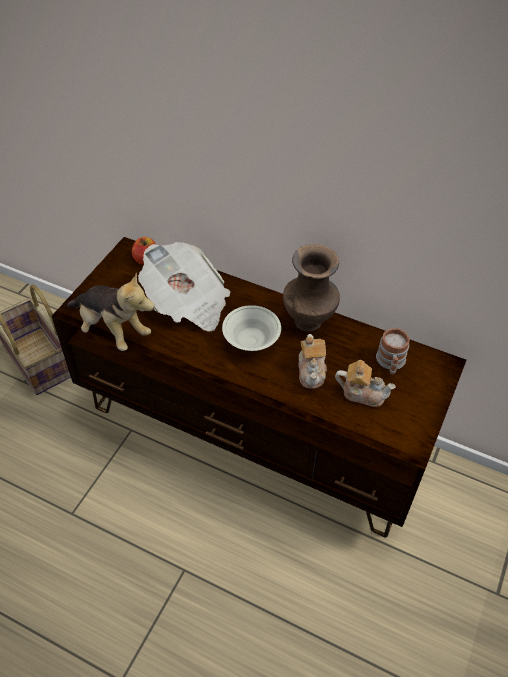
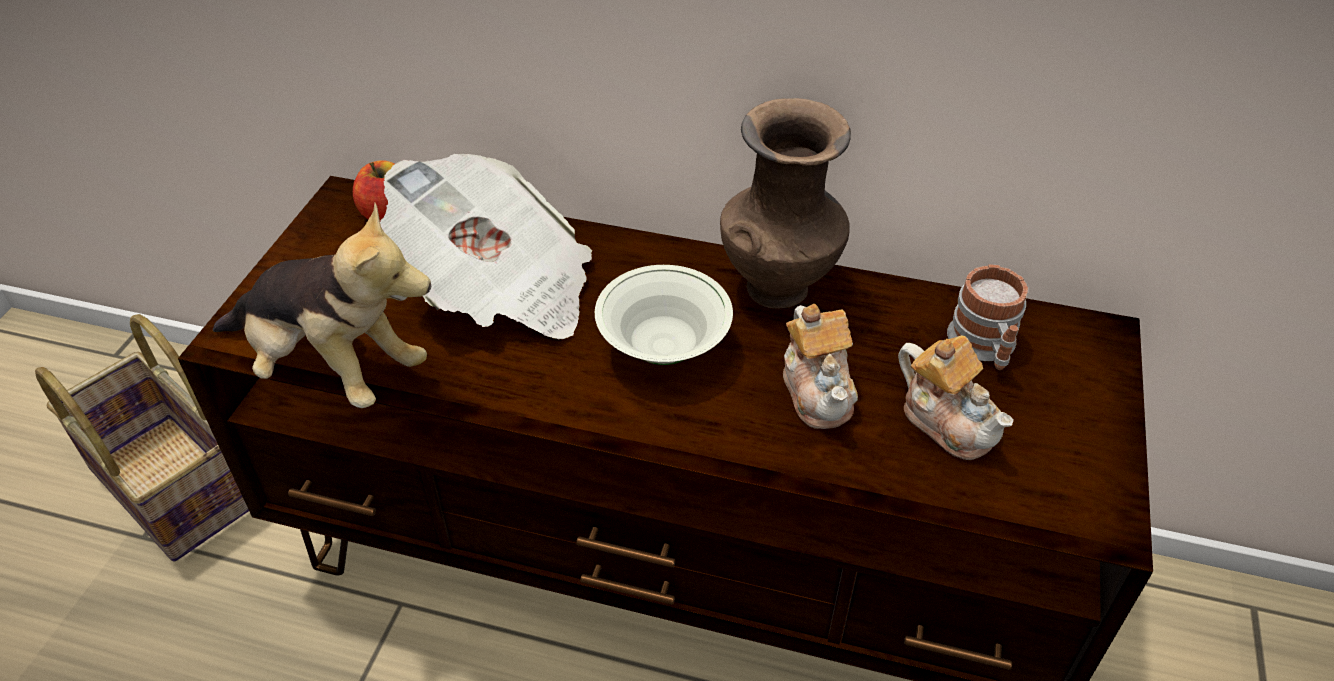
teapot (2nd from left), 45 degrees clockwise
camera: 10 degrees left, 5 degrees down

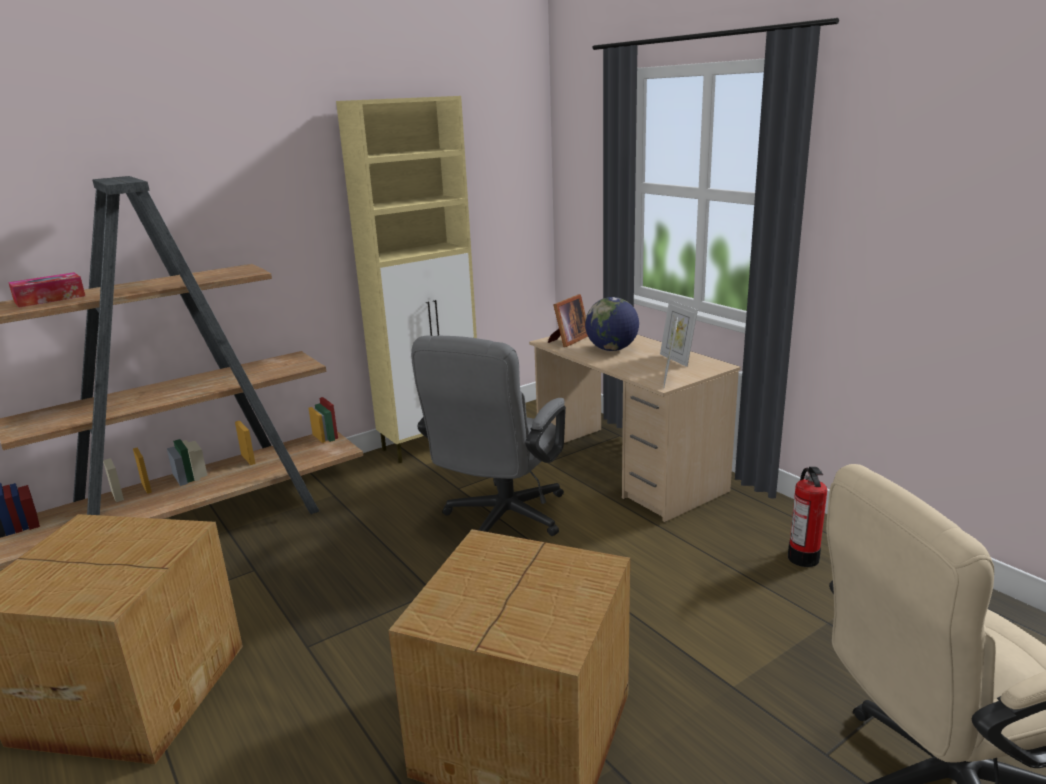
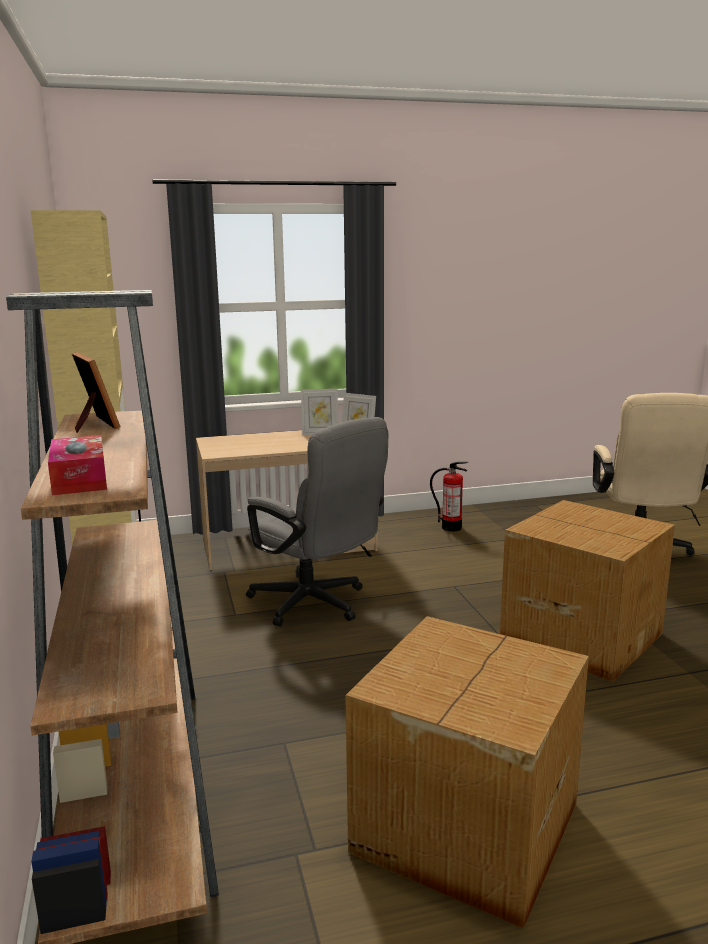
picture frame (1st from left), move
world globe => nothing
camera: 70 degrees left, 5 degrees down

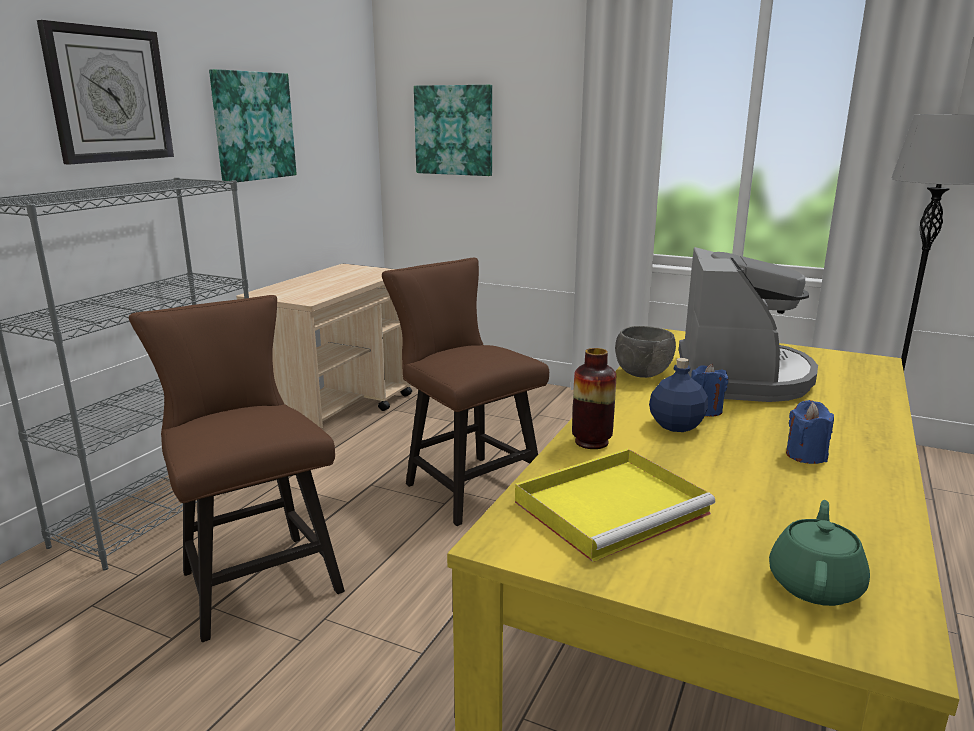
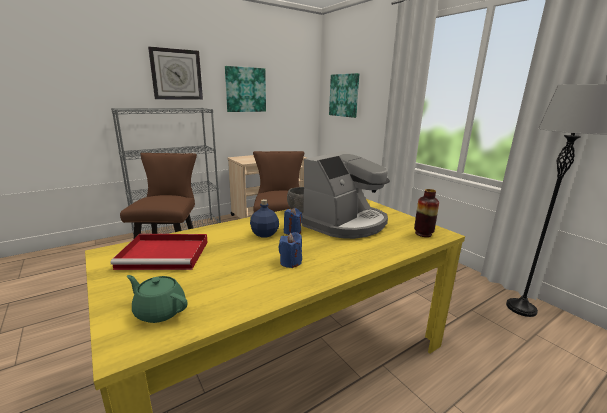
vase, move
yellow-coloured tray => red tray
greenish teapot, 120 degrees counterclockwise
camera: 30 degrees right, 0 degrees up

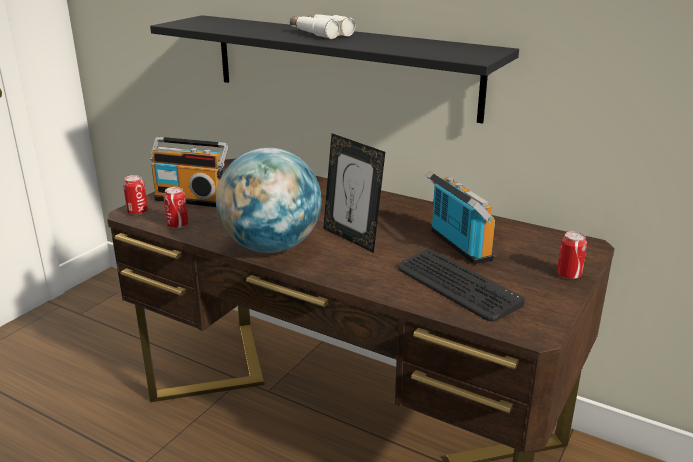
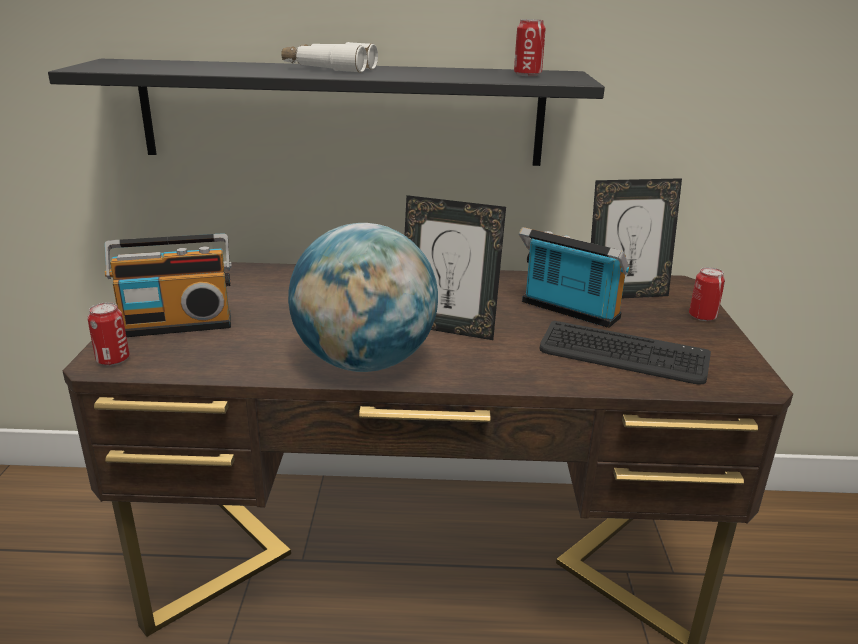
metal can (2nd from left), move
nothing => picture frame (2nd from left)
camera: 30 degrees left, 0 degrees up

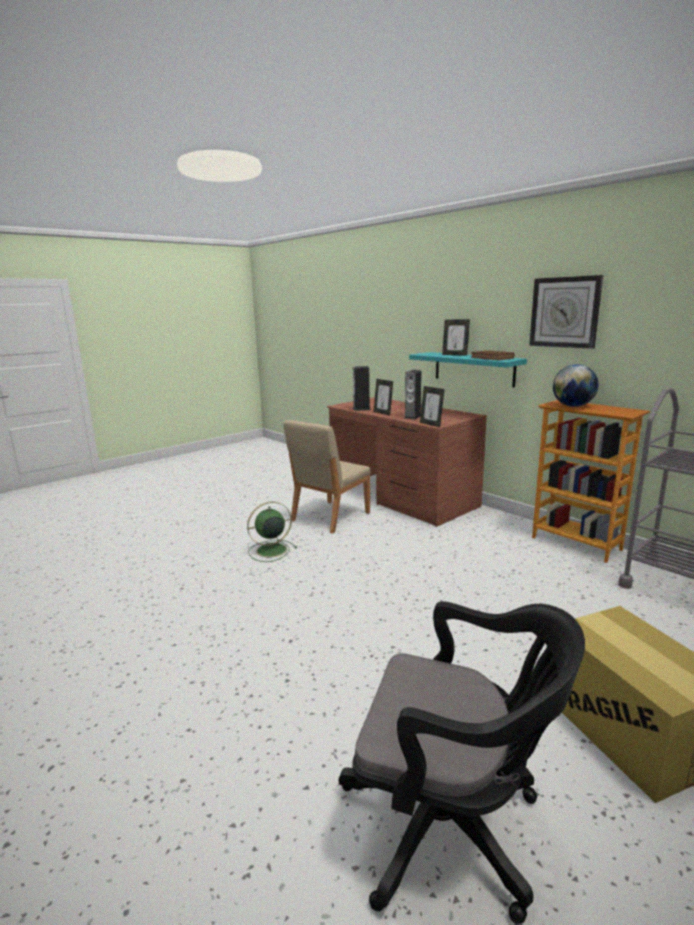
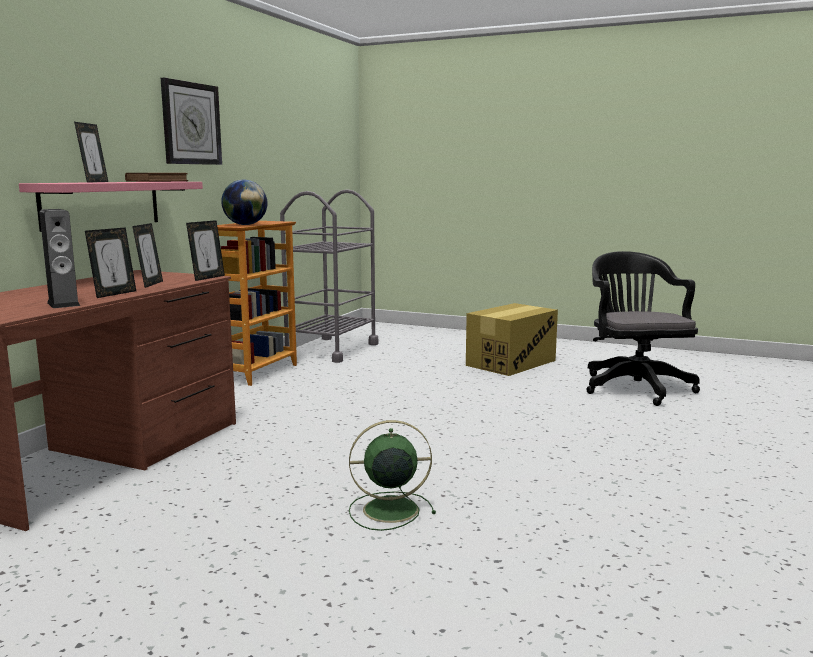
blue-green wall shelf => pink wall shelf
speaker (2nd from left) => picture frame (3rd from left)
sand-coloured upright chair => nothing
greenish fan, 135 degrees clockwise
camera: 115 degrees left, 5 degrees down

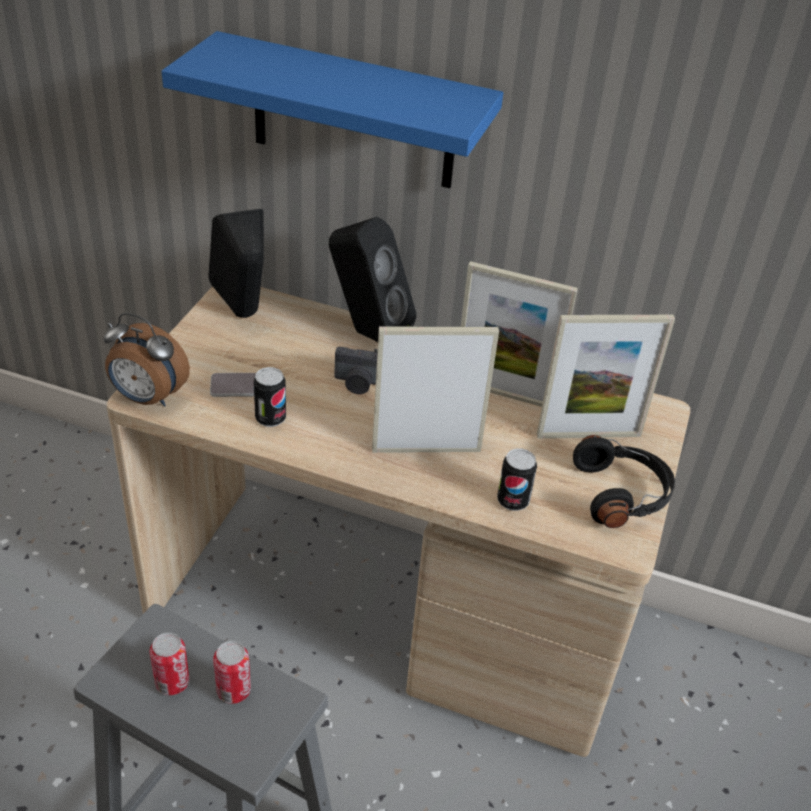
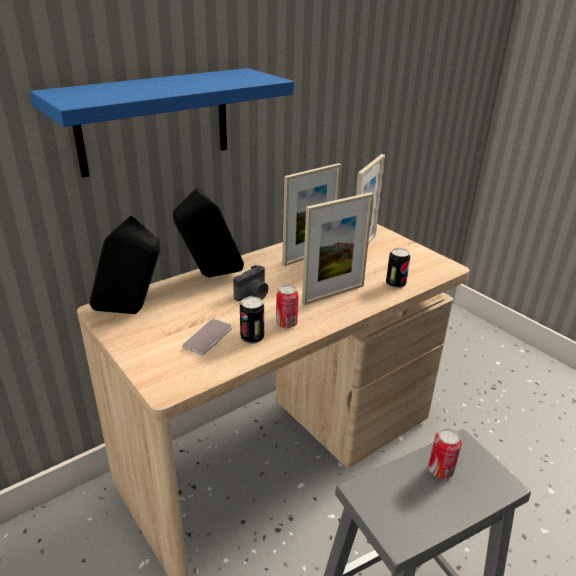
table clock => nothing
picture frame (1st from left in the first image) => picture frame (2nd from left), 150 degrees counterclockwise
blackish pair of headphones => nothing
metal can (1st from left in the first image) => metal can (2nd from left), move
camera: 55 degrees left, 10 degrees down

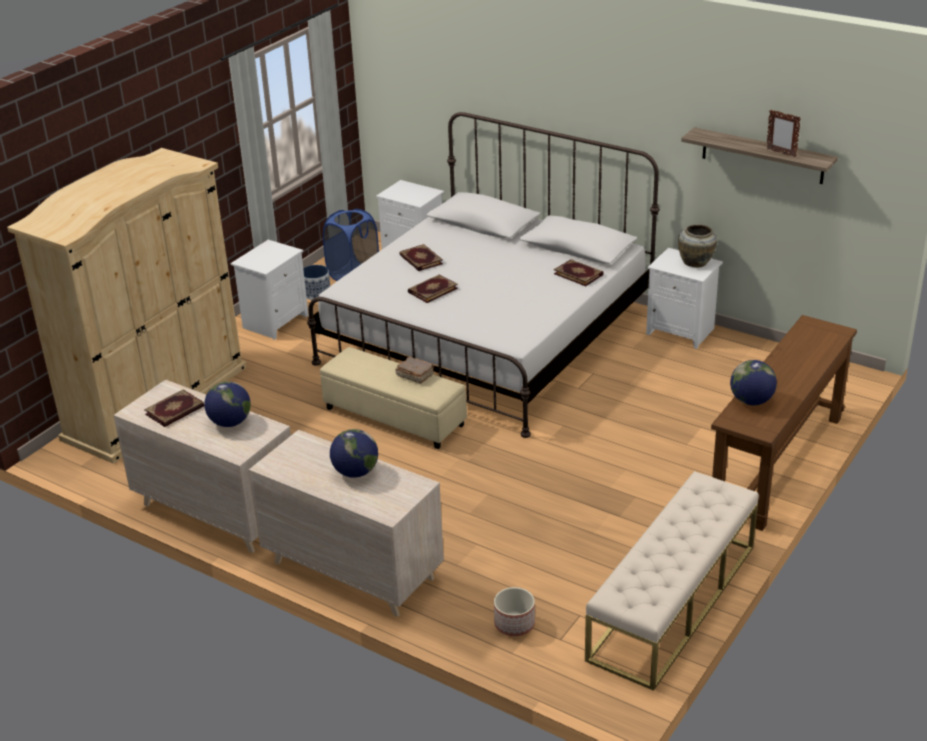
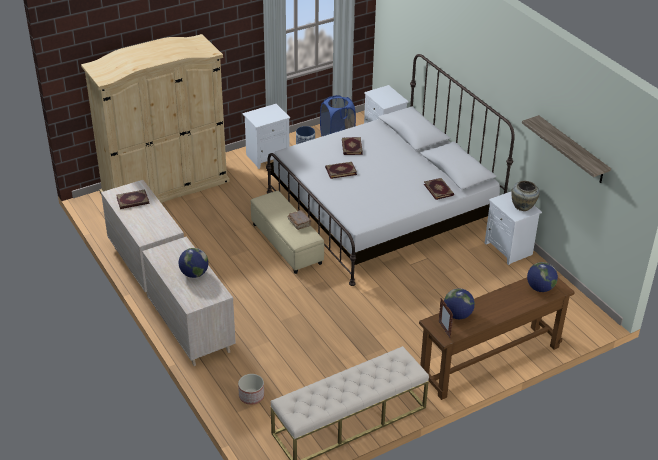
picture frame, move
world globe (1st from left in the first image) => world globe (3rd from left), move
camera: 25 degrees right, 5 degrees up

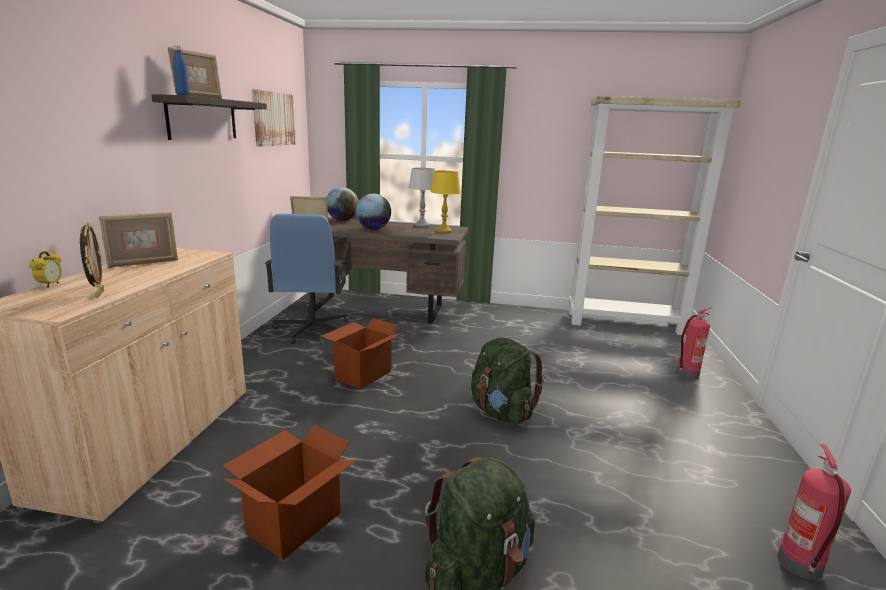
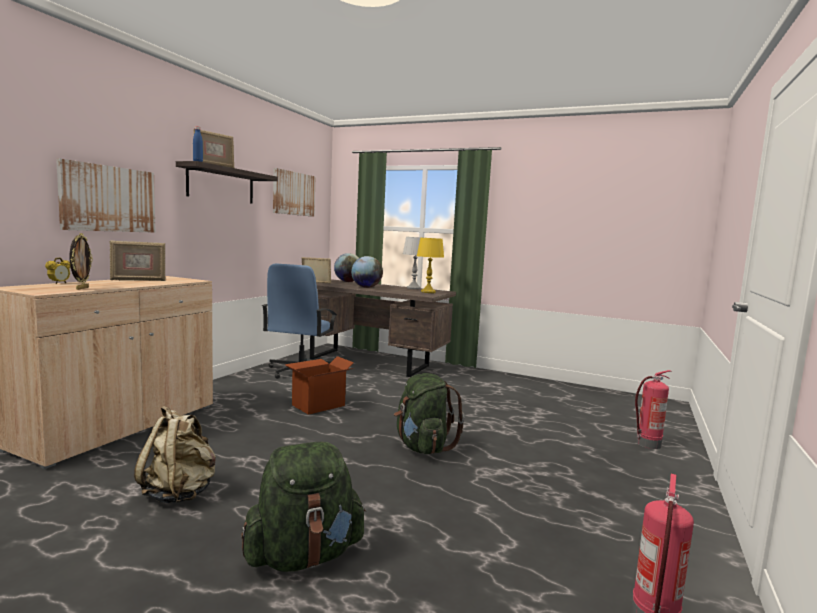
sand-coloured bookshelf => nothing
packing box (1st from left) => sand-coloured knapsack
nothing => wall art (1st from left)
camera: 15 degrees right, 10 degrees down

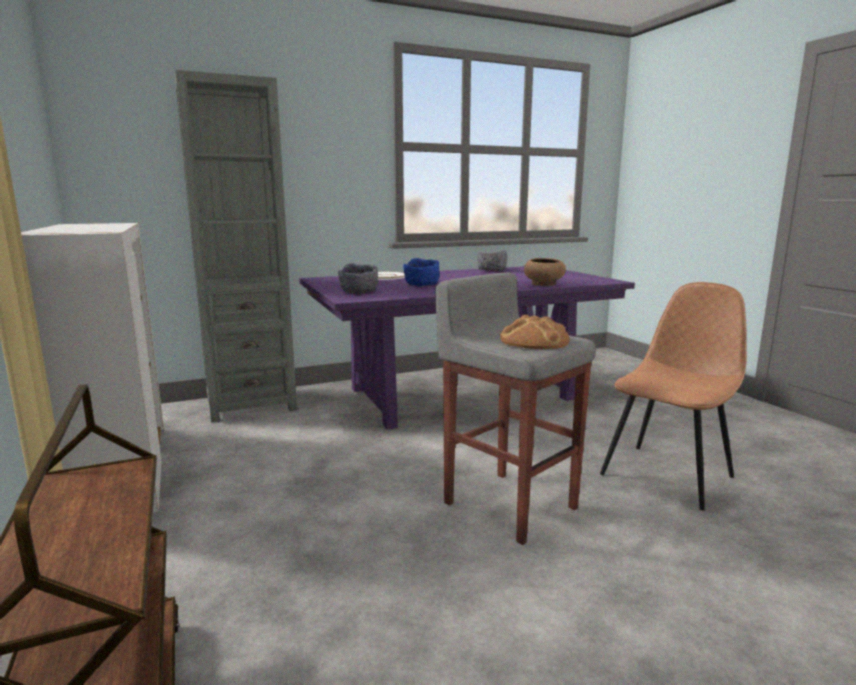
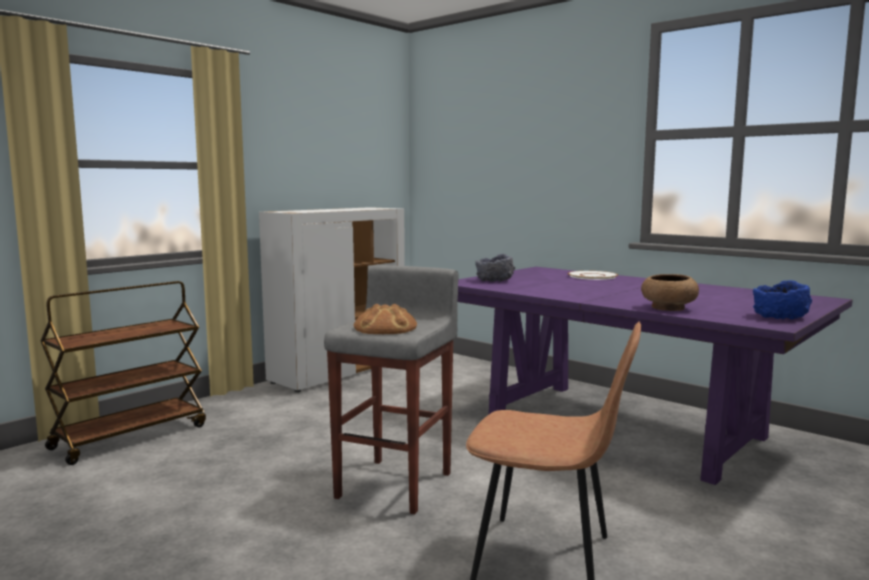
greyish bookshelf => nothing
greyish deep dish (2nd from left) => nothing
blue-coloured deep dish, move
camera: 65 degrees right, 5 degrees down

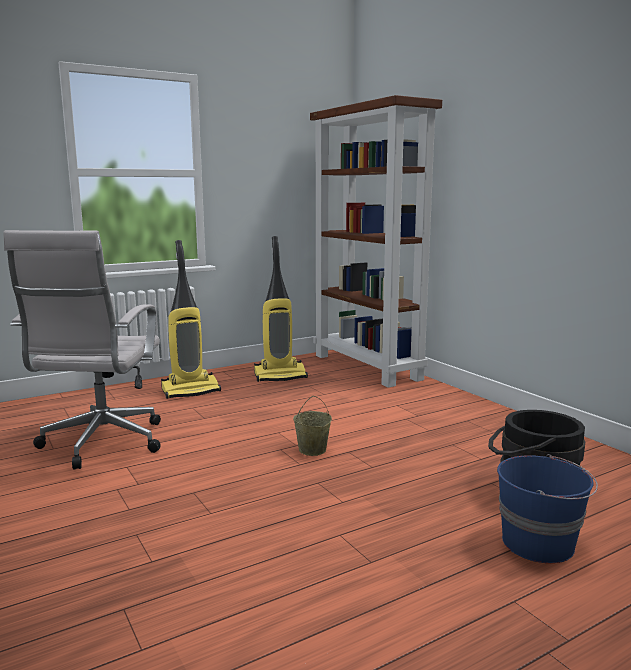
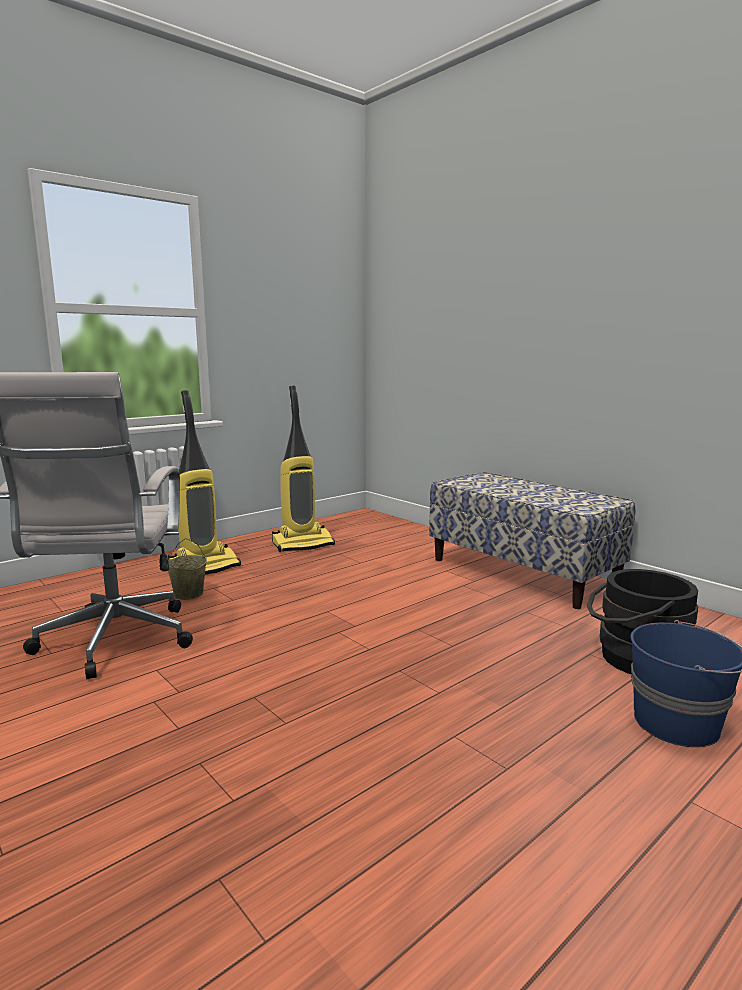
brownish bookshelf => nothing
sand-coloured bucket, move
nothing => indoor bench
camera: 10 degrees left, 0 degrees up

